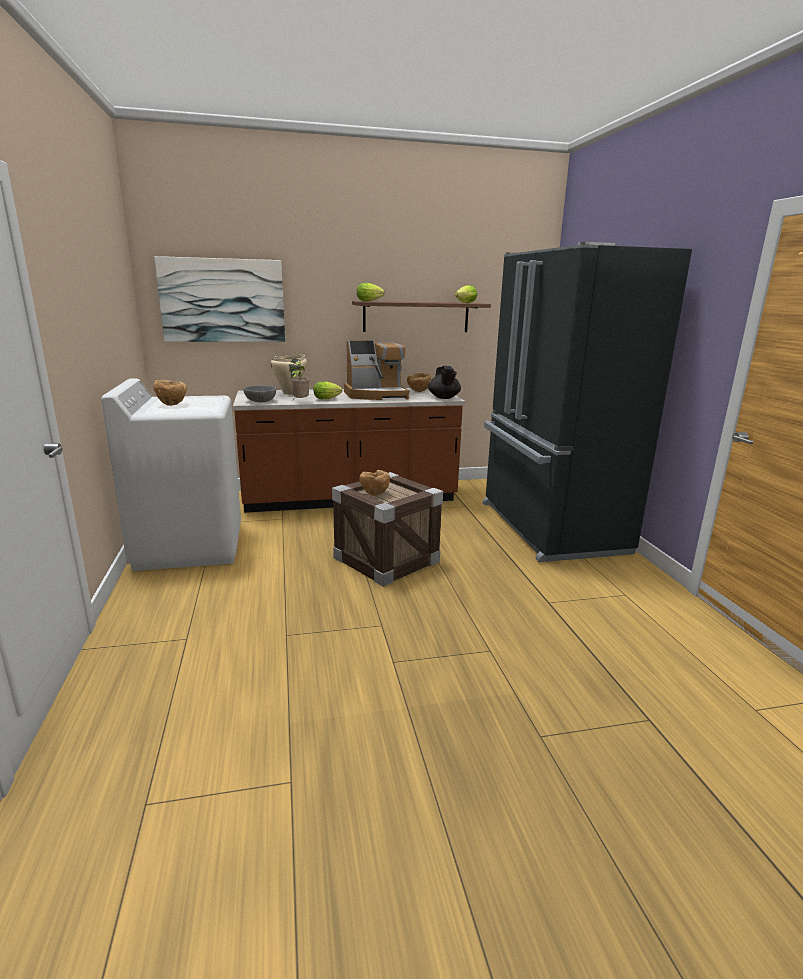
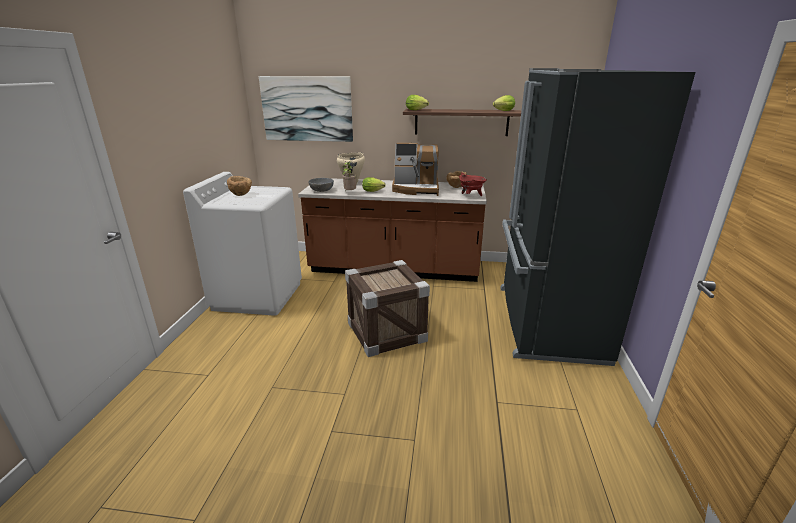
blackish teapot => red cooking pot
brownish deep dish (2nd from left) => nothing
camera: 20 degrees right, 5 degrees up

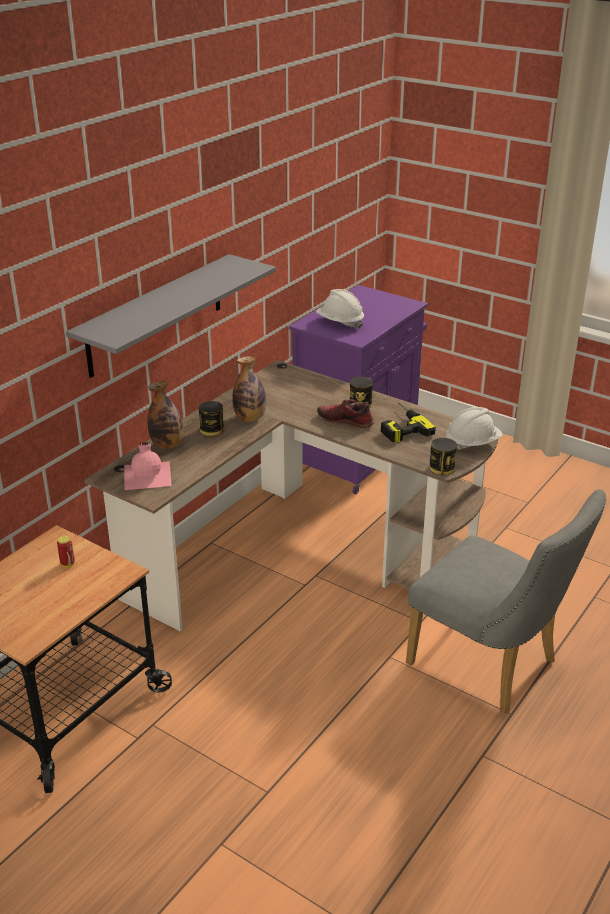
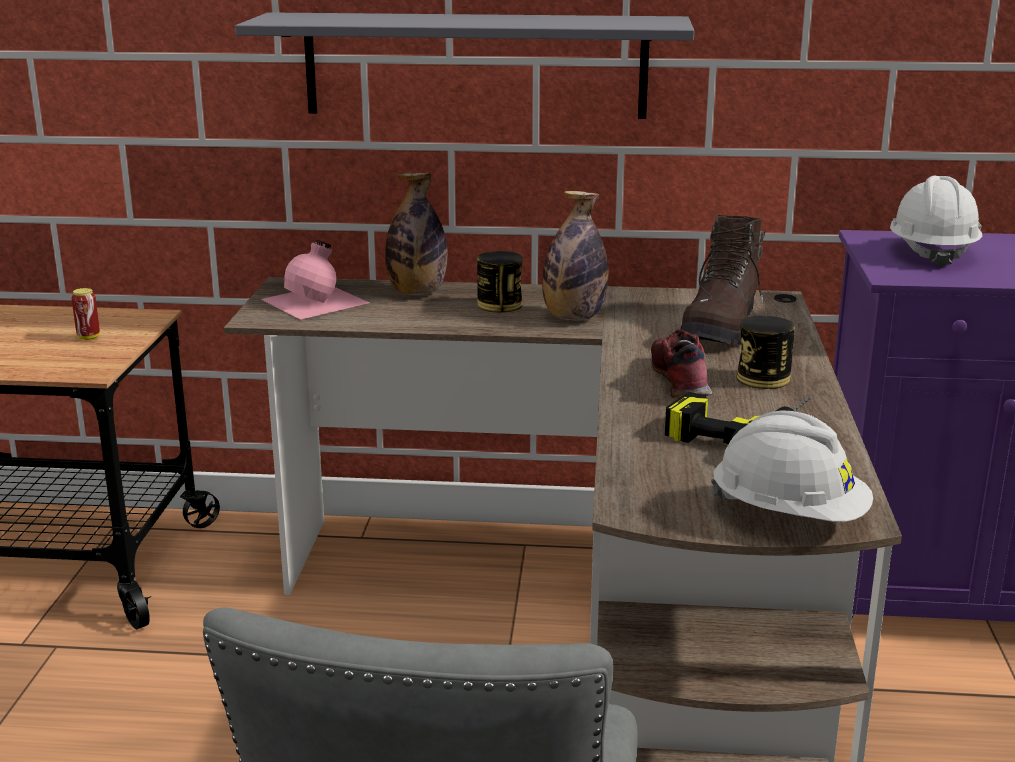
metal can (4th from left) => nothing
nothing => brownish high-top boot
camera: 60 degrees right, 10 degrees down

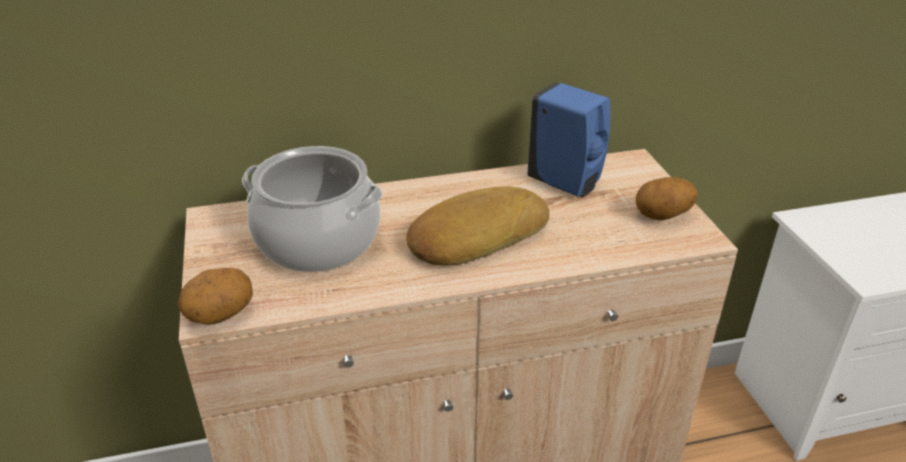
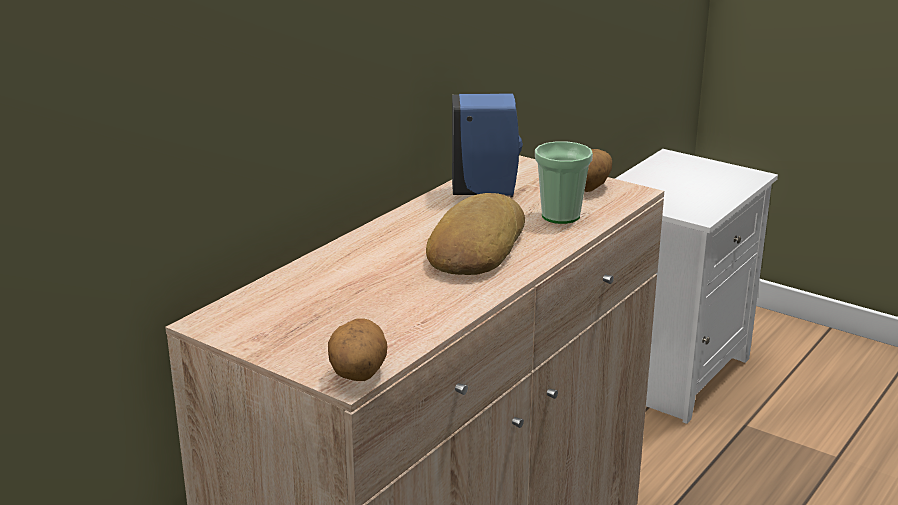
cooking pot => nothing
nothing => cup
camera: 40 degrees left, 10 degrees down

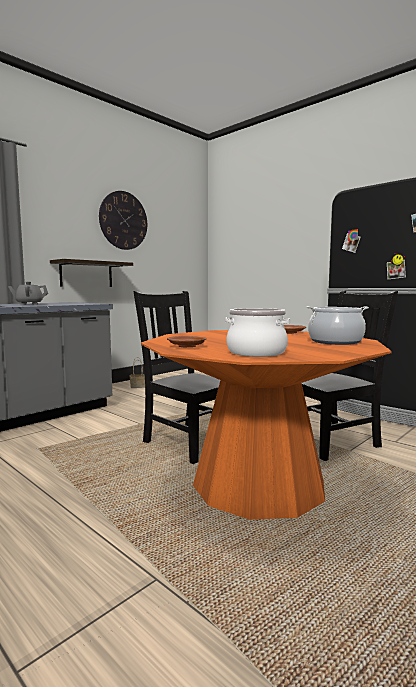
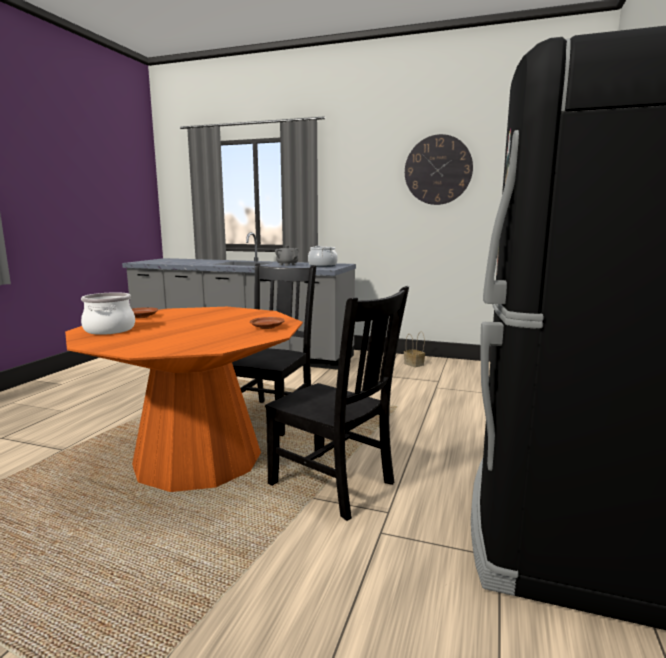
wall shelf => nothing
cooking pot (2nd from left), move
camera: 65 degrees right, 5 degrees up

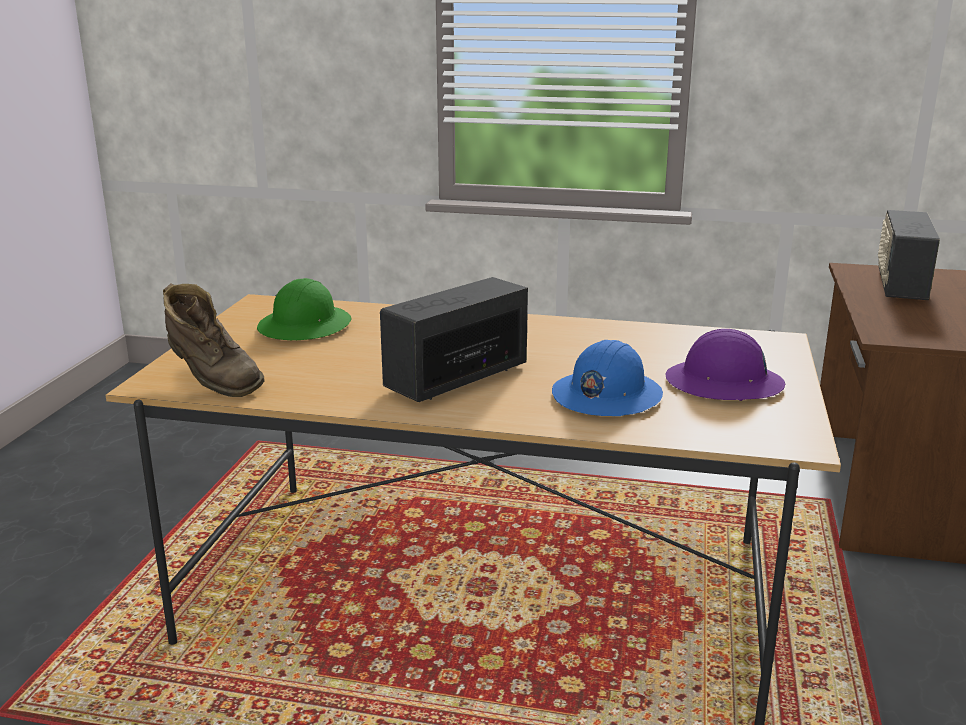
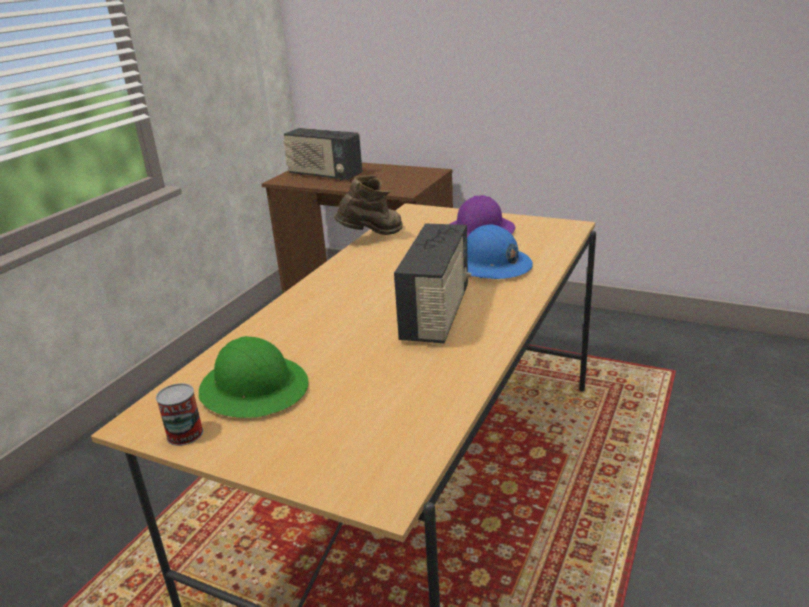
radio set (1st from left in the first image) => radio set (2nd from left), 135 degrees counterclockwise
brownish high-top boot, move
nothing => metal can
camera: 75 degrees left, 5 degrees up

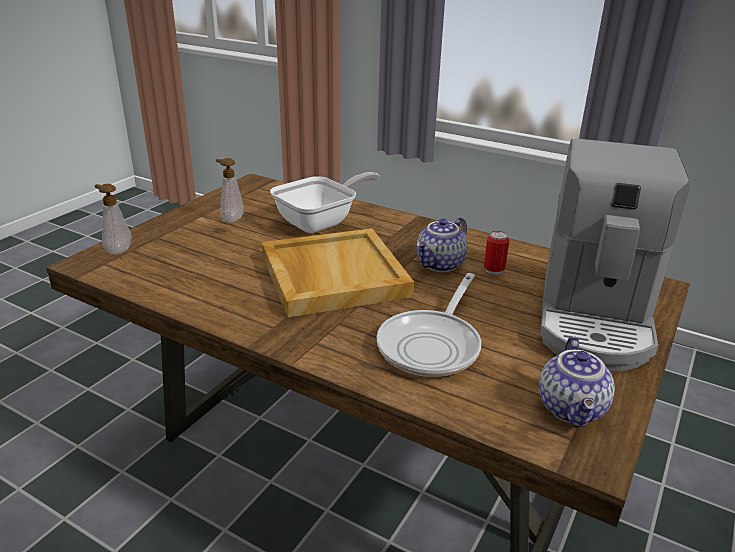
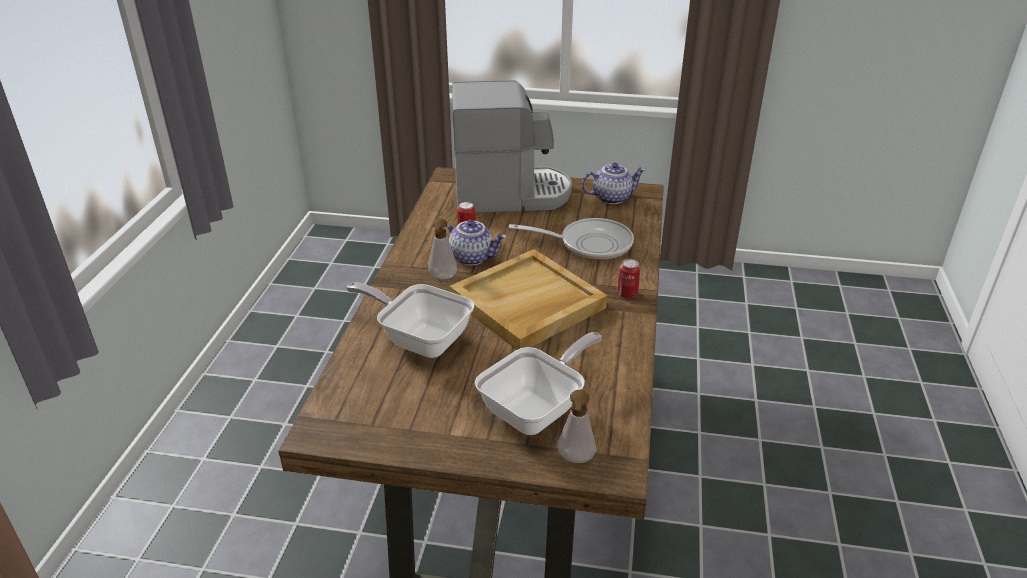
soap dispenser (2nd from left in the first image) => soap dispenser (1st from left), move
nothing => metal can (2nd from left)
nothing => pan (2nd from left)
camera: 110 degrees left, 5 degrees up

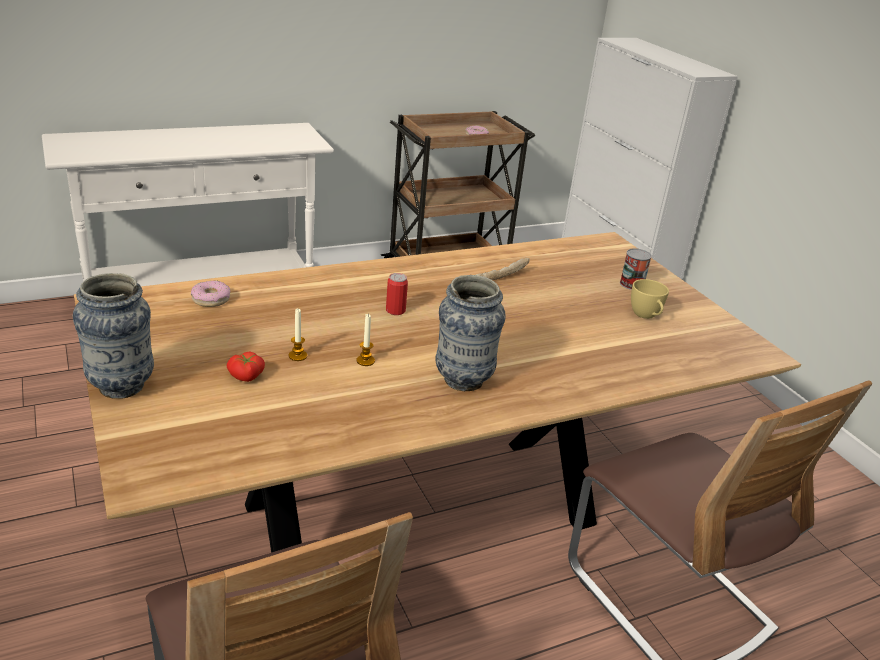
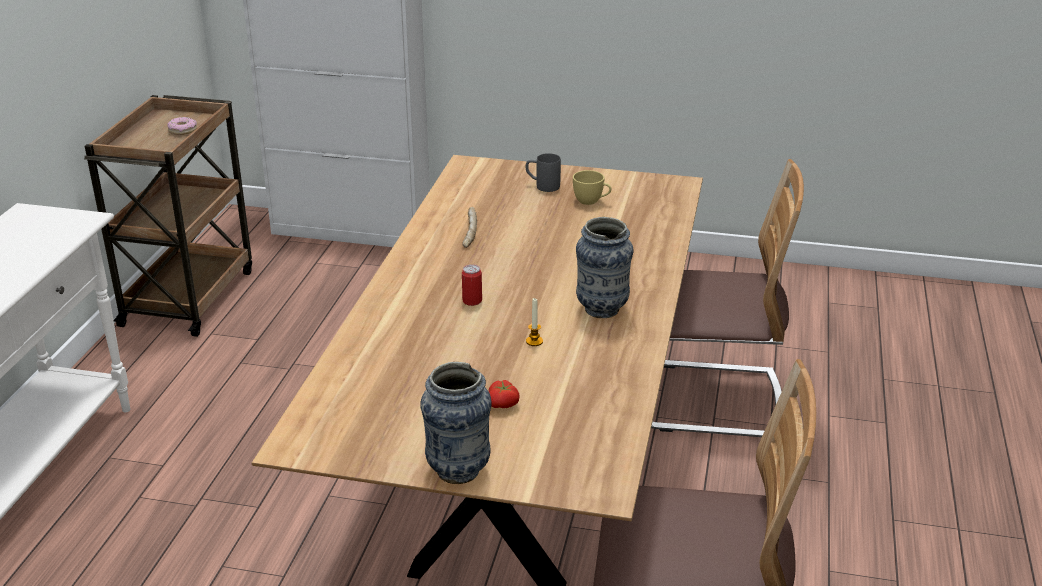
metal can (2nd from left) => greyish coffee mug
ring doughnut (1st from left) => nothing
candle (1st from left) => nothing
camera: 50 degrees left, 0 degrees up

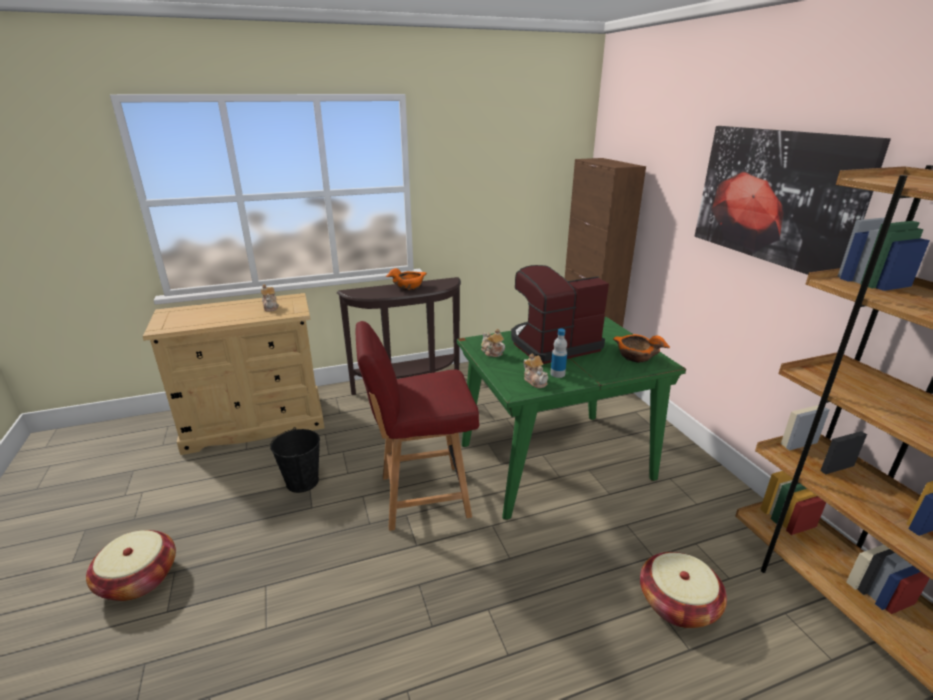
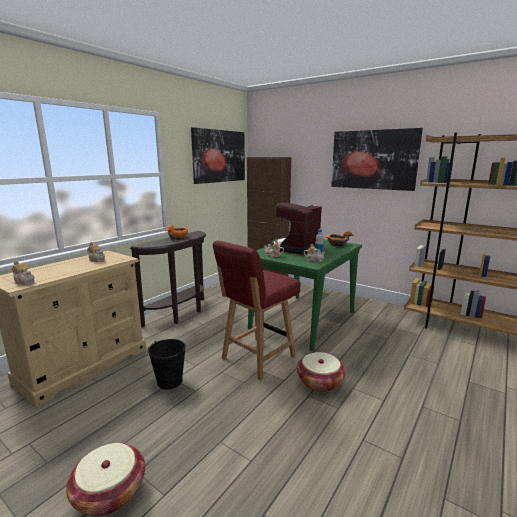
storage basket (2nd from left), move
nothing => wall art (1st from left)
nothing => teapot (1st from left)
camera: 35 degrees left, 10 degrees down

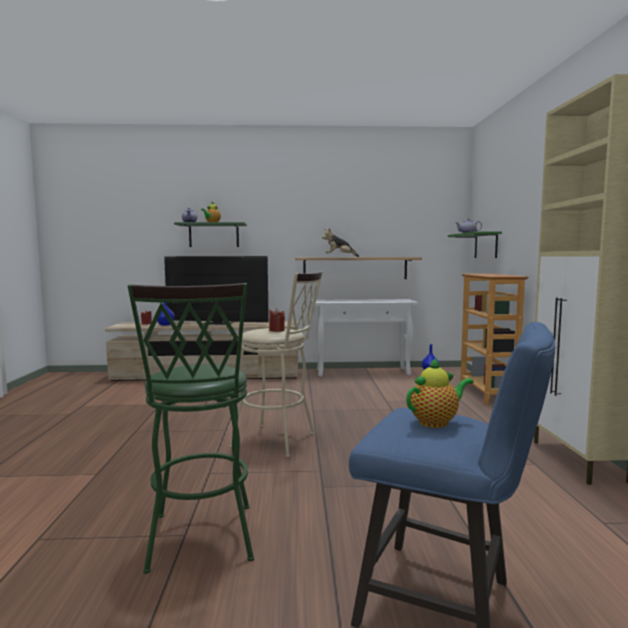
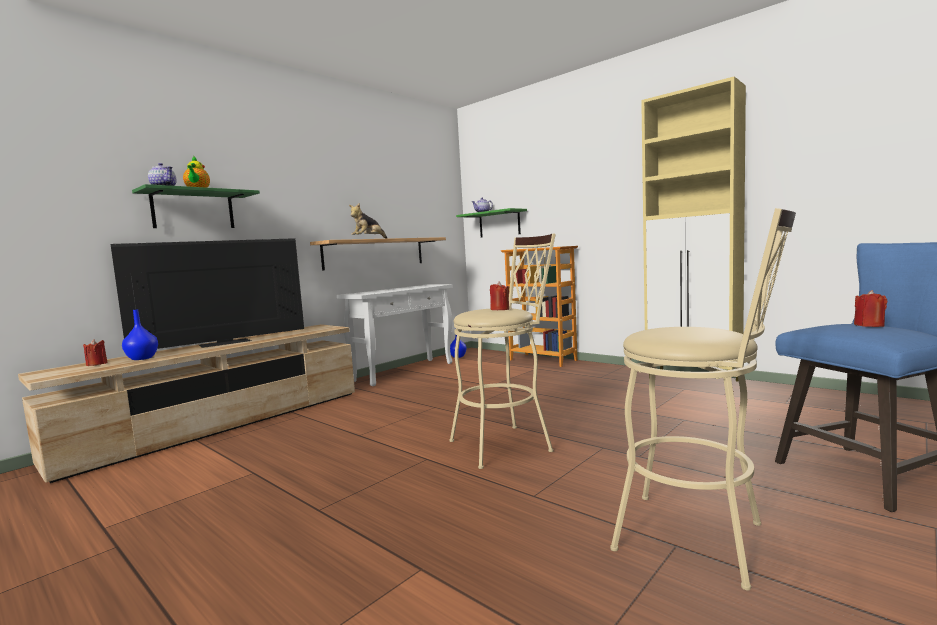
greenish stool => sand-coloured stool (2nd from left)
teapot (3rd from left) => red candle (3rd from left)
camera: 45 degrees left, 0 degrees up

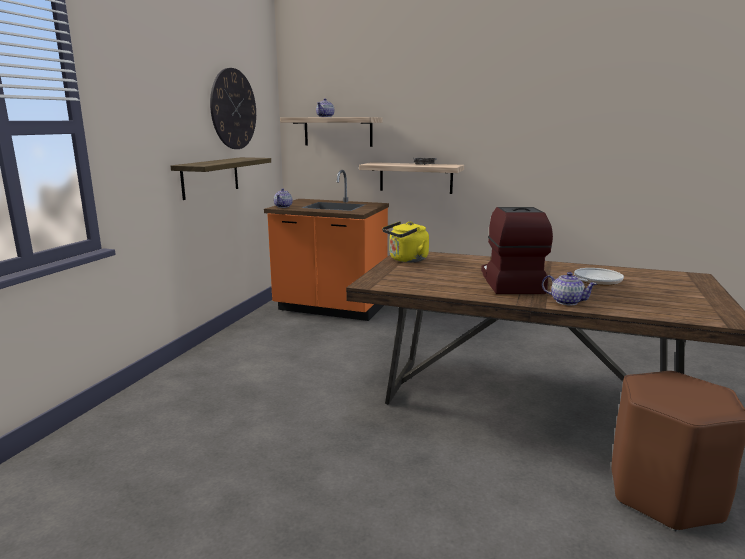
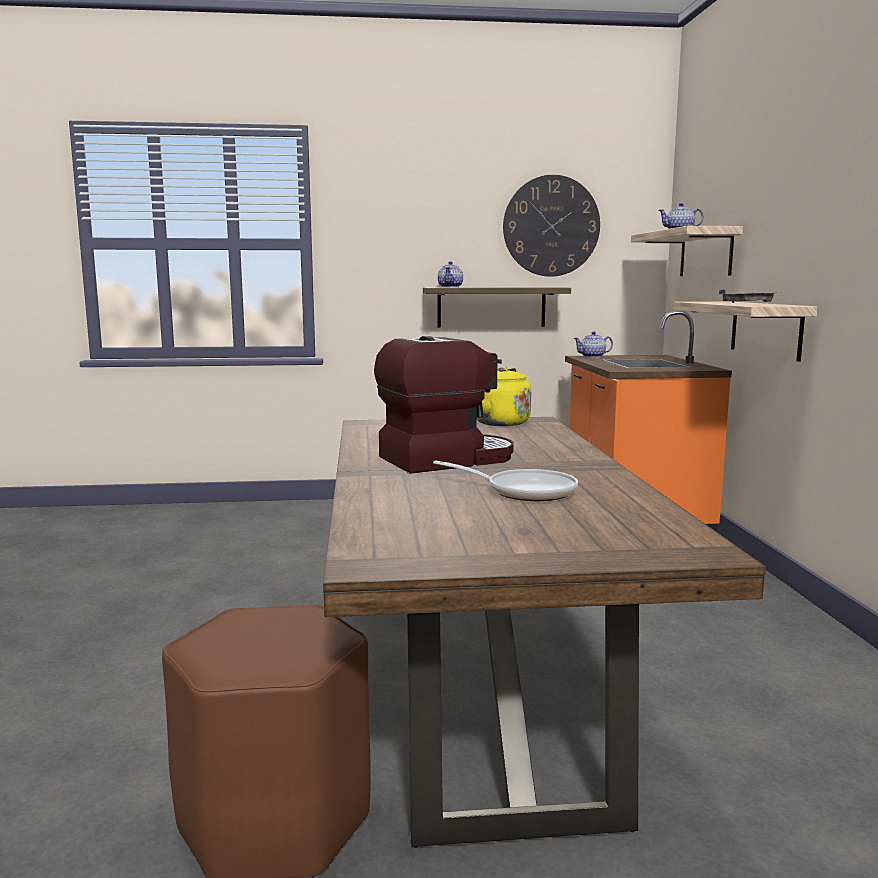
teapot (3rd from left in the first image) => teapot (1st from left), move
camera: 65 degrees right, 5 degrees down

